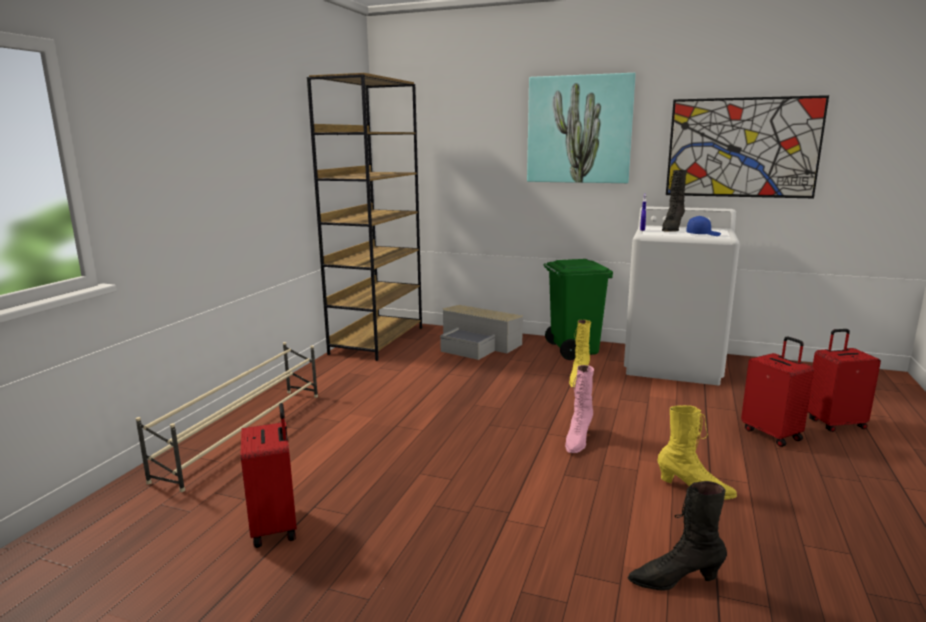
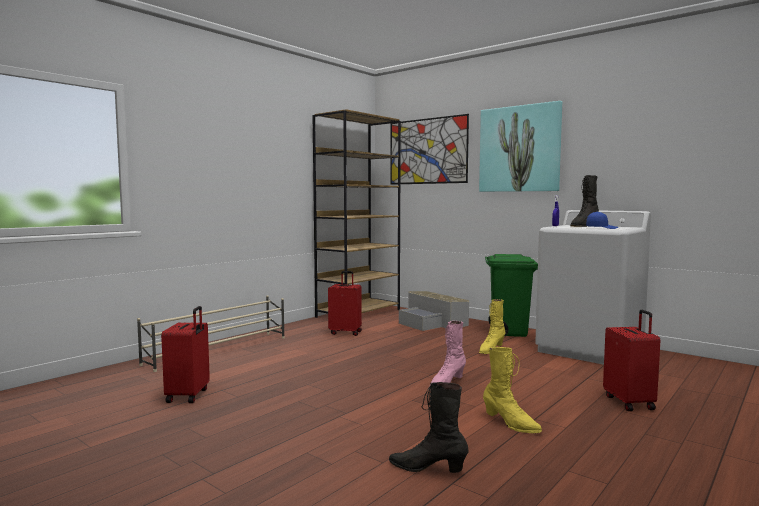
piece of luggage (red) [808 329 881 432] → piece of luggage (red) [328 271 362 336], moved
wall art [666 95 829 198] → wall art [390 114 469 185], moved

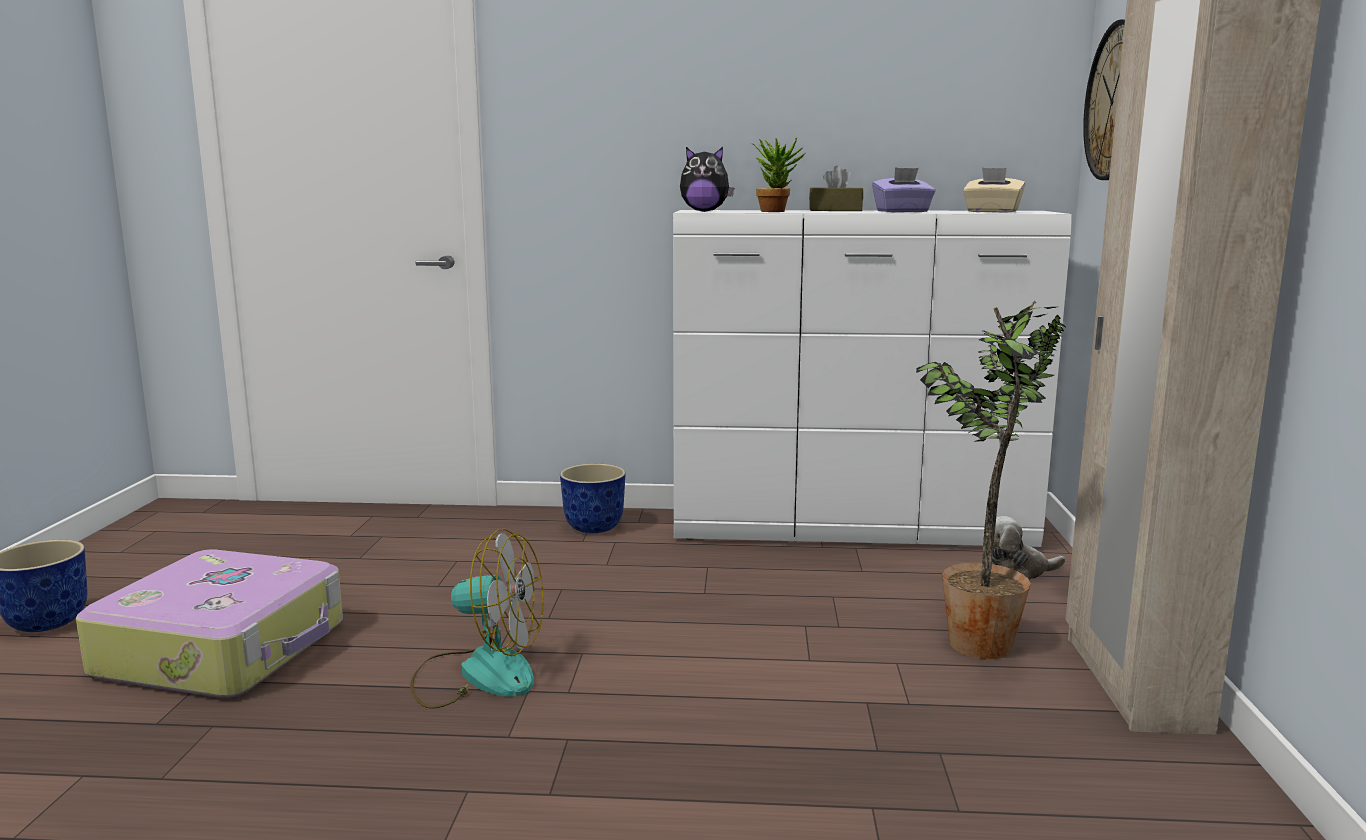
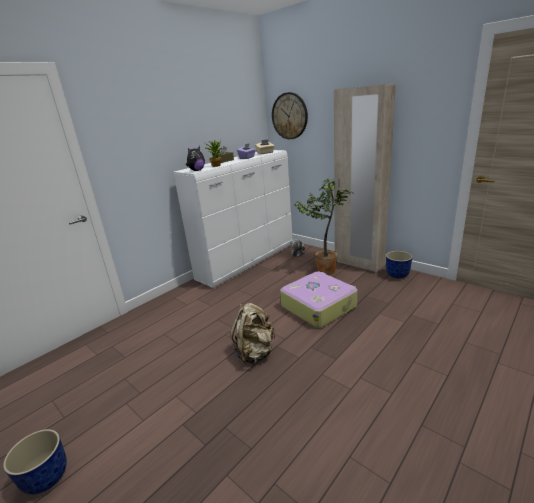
fan [410 529 544 709] → knapsack (beige-coloured) [230 303 275 365]
piece of luggage [76 549 343 698] → piece of luggage [280 272 357 328], moved
planter [560 464 626 533] → planter [386 251 413 278], moved

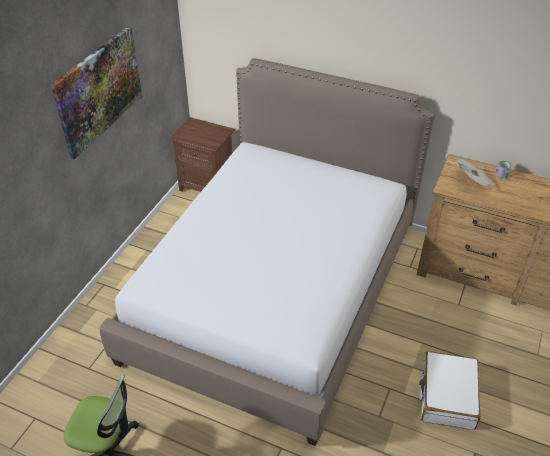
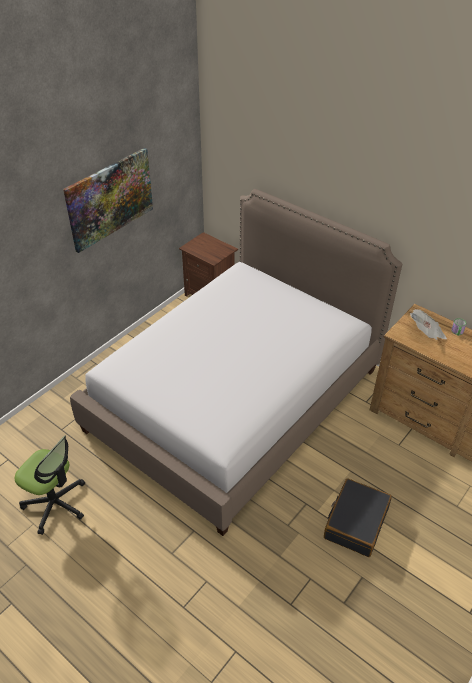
piece of luggage (white-coloured) [418 351 481 430] → piece of luggage (black-coloured) [324 478 392 557]

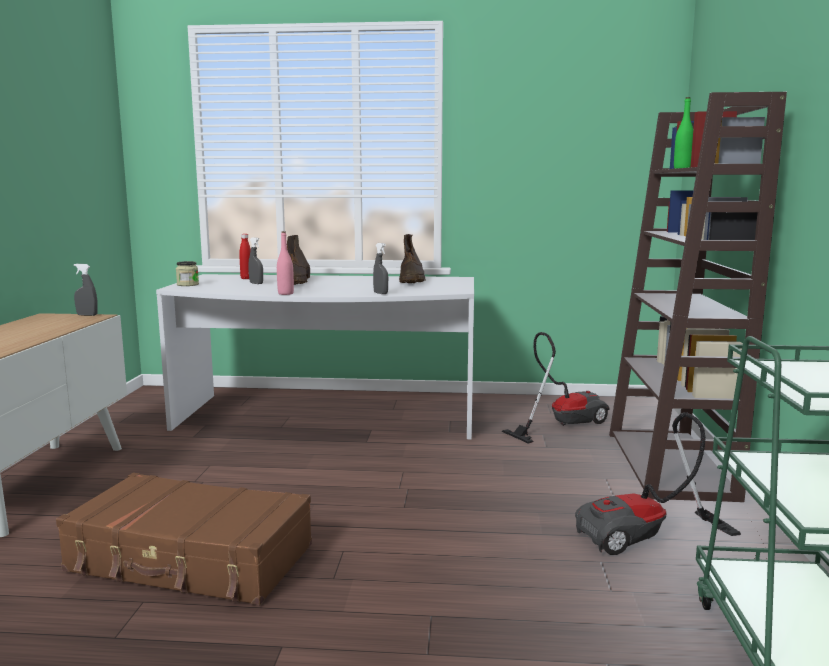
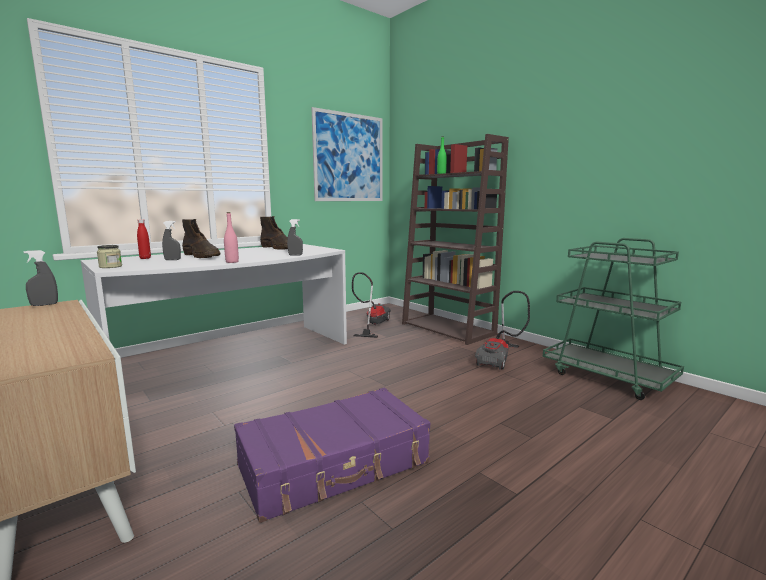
piece of luggage (brownish) [56 473 312 605] → piece of luggage (purplish) [234 388 430 523]
- → wall art [311 107 383 201]

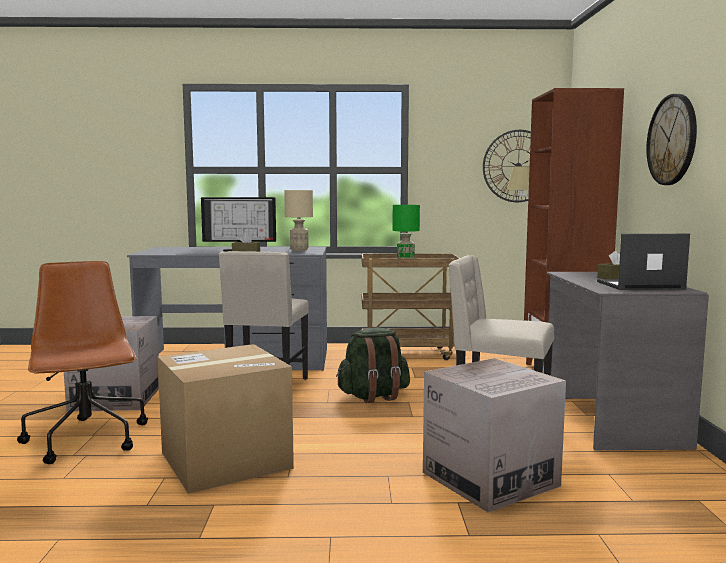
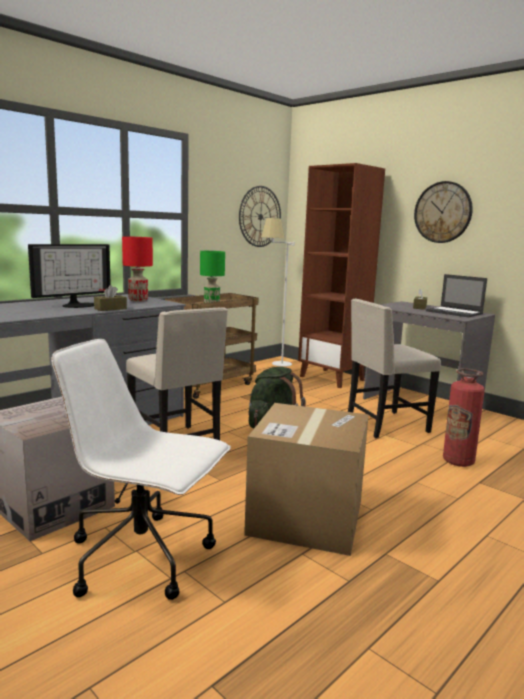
office chair (brownish) [17 261 148 464] → office chair (white-coloured) [51 339 231 600]
tabletop lamp (beige-coloured) [284 190 313 251] → tabletop lamp (red) [122 237 153 302]
notebook computer [597 234 690 290] → notebook computer [426 274 487 317], 90 degrees counterclockwise
packing box [423 358 566 513] → fire-fighting cylinder [443 368 485 467]

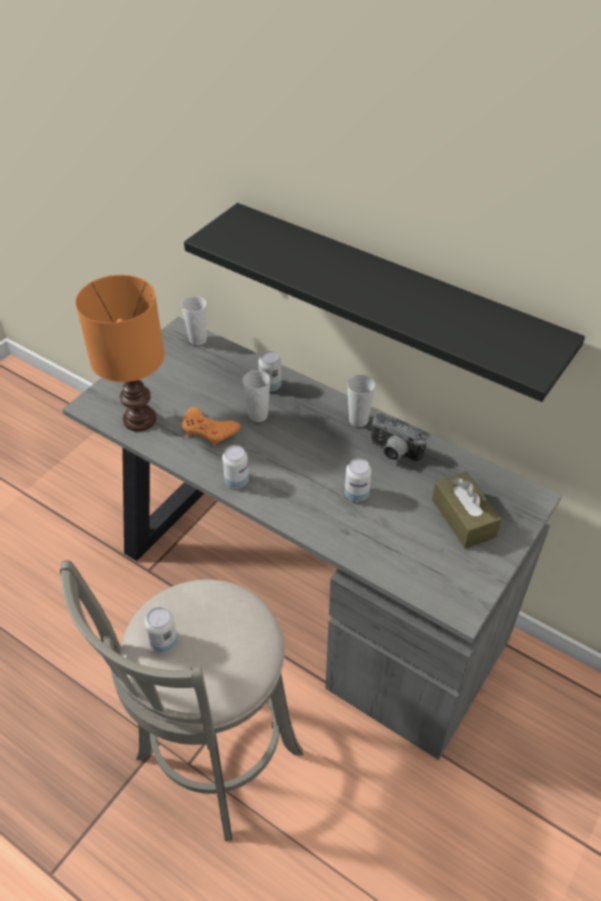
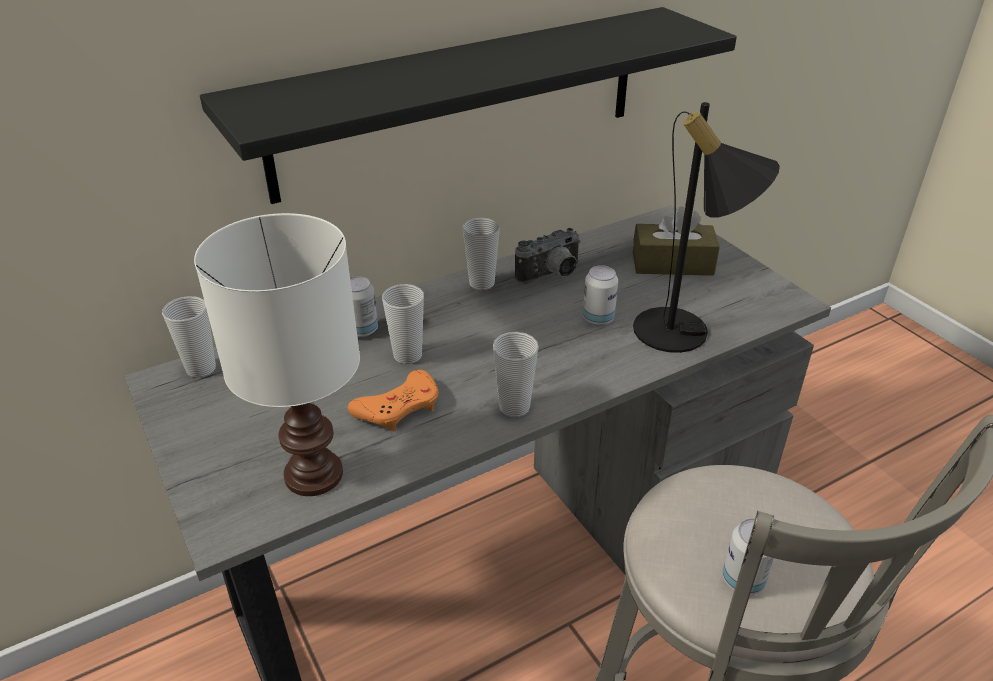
tabletop lamp (orange) [75 275 165 431] → tabletop lamp (white-coloured) [194 213 360 496]
sealed can [222 445 249 488] → drinking cup [493 332 539 417]
- → tabletop lamp (black-coloured) [633 102 780 353]

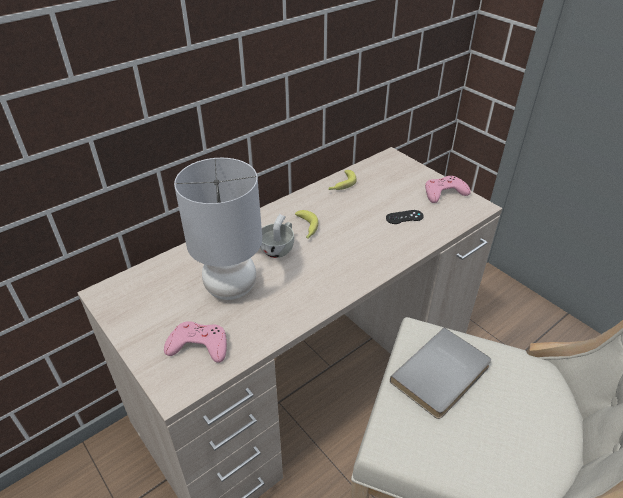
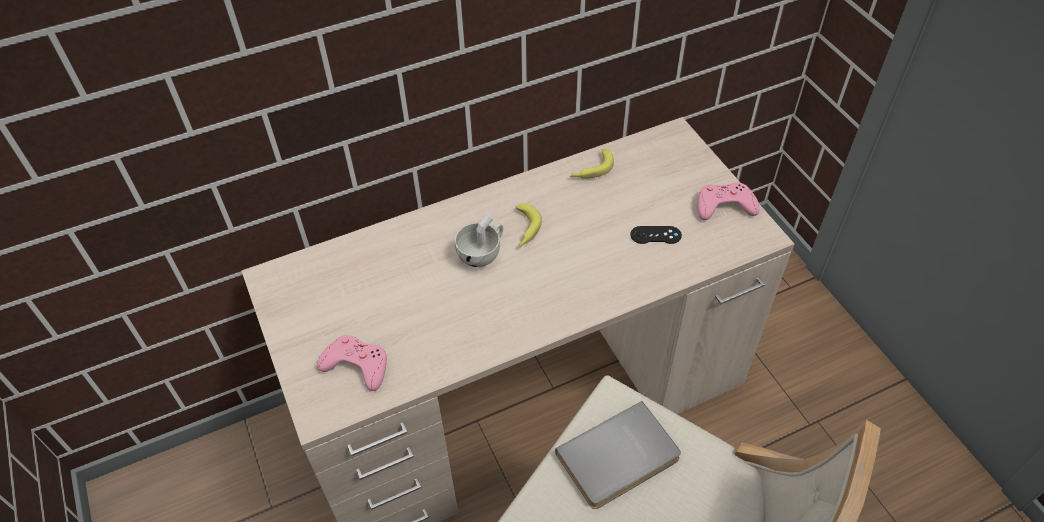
tabletop lamp (gray) [174 158 262 300] → -

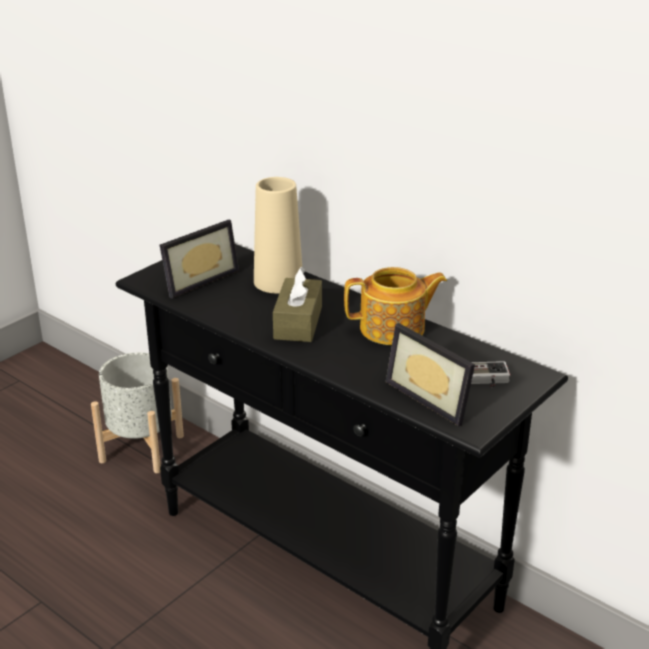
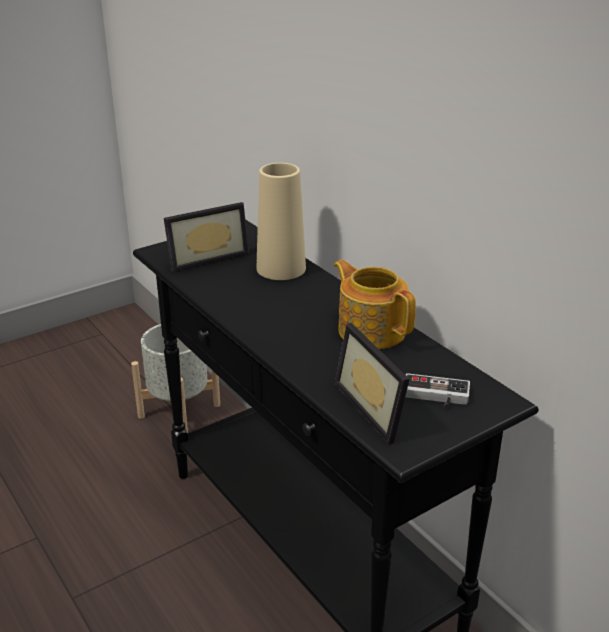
tea pot [344 267 447 345] → tea pot [334 260 416 349], 135 degrees counterclockwise
box of tissues (brownish) [273 267 322 342] → -

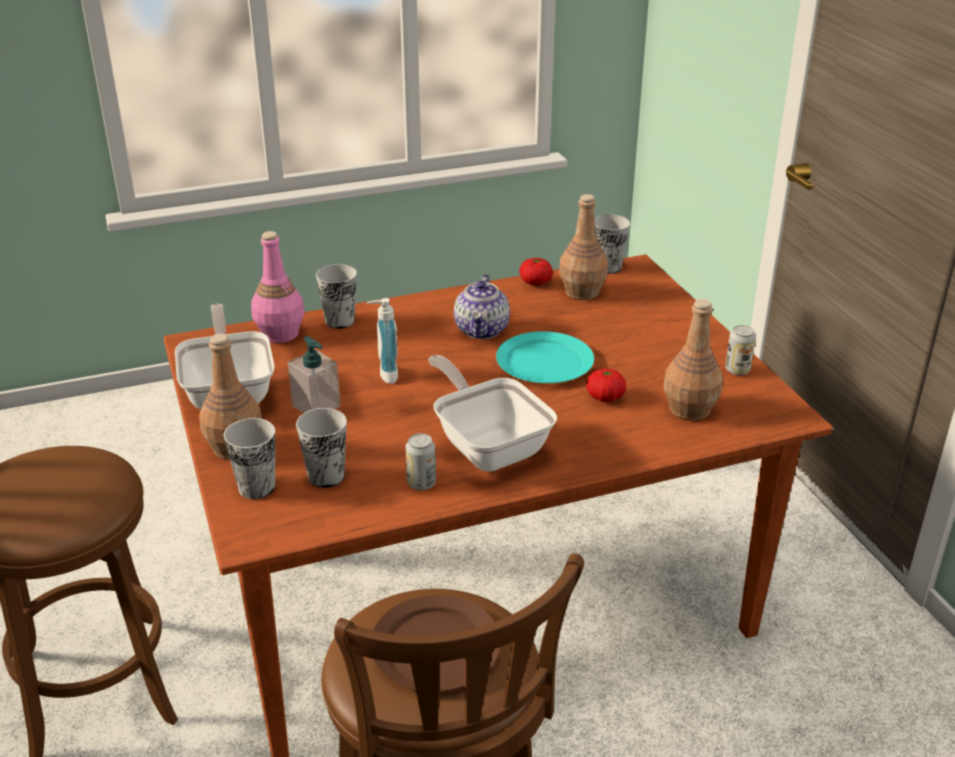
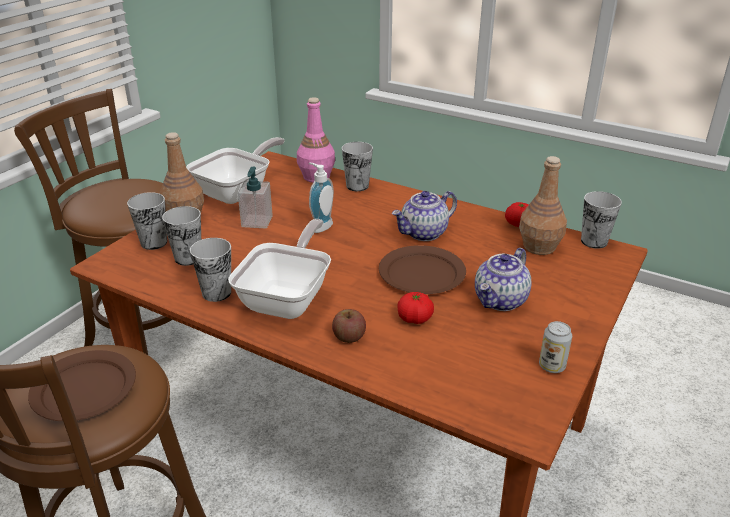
sealed can [406 433 436 490] → drinking cup [190 238 231 302]
- → whole apple [332 309 366 343]
dinner plate (blue-green) [496 331 594 383] → dinner plate (brownish) [379 245 466 294]
- → tea pot [475 248 532 311]
drink bottle (brownish) [663 299 723 421] → -

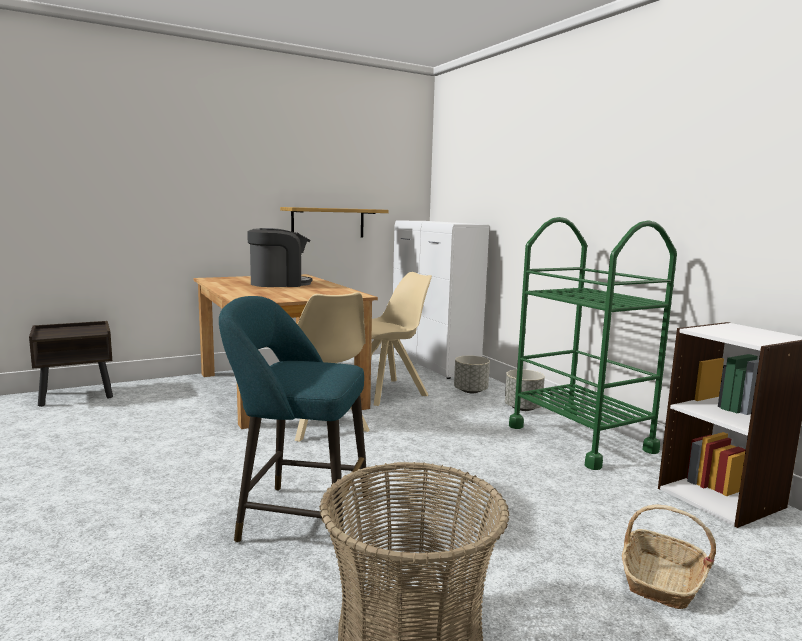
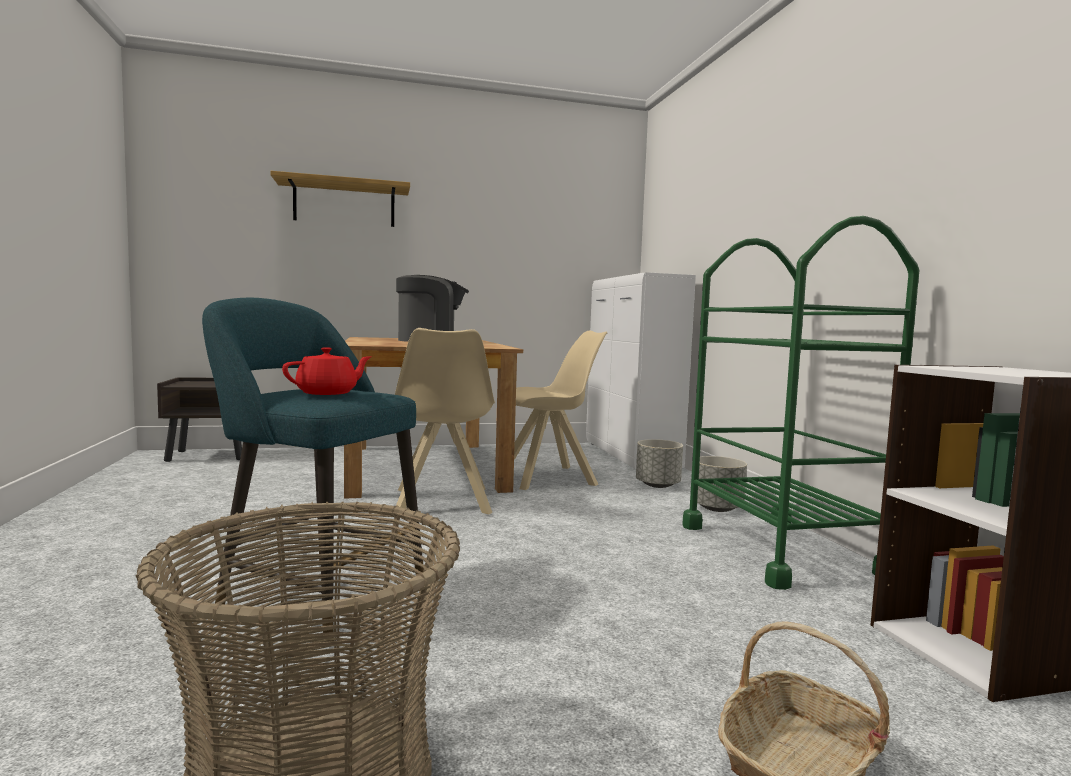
wall shelf [280 207 389 237] → wall shelf [270 171 410 227], moved
- → tea pot (red) [282 347 372 395]

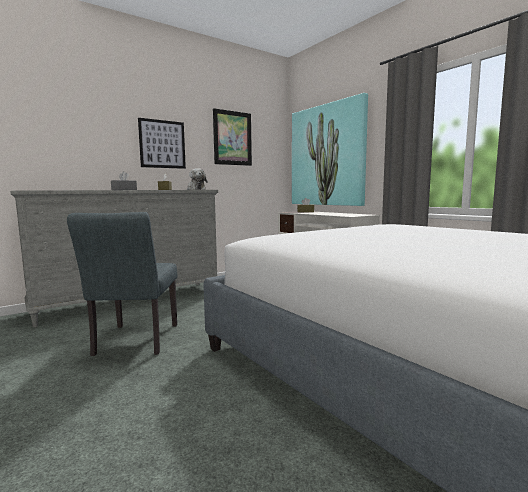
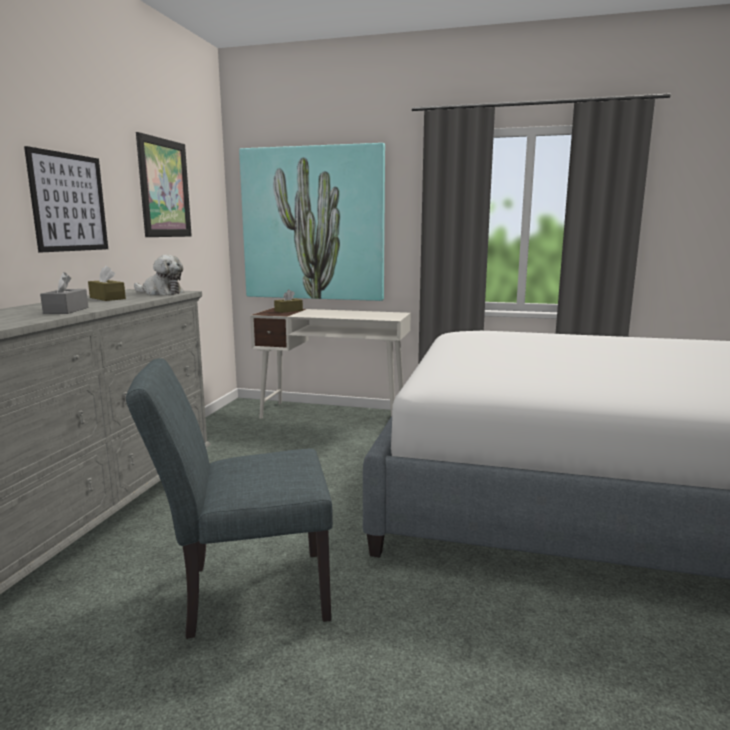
plain chair (gray) [67 212 177 356] → plain chair (gray) [126 358 333 639], 120 degrees clockwise

